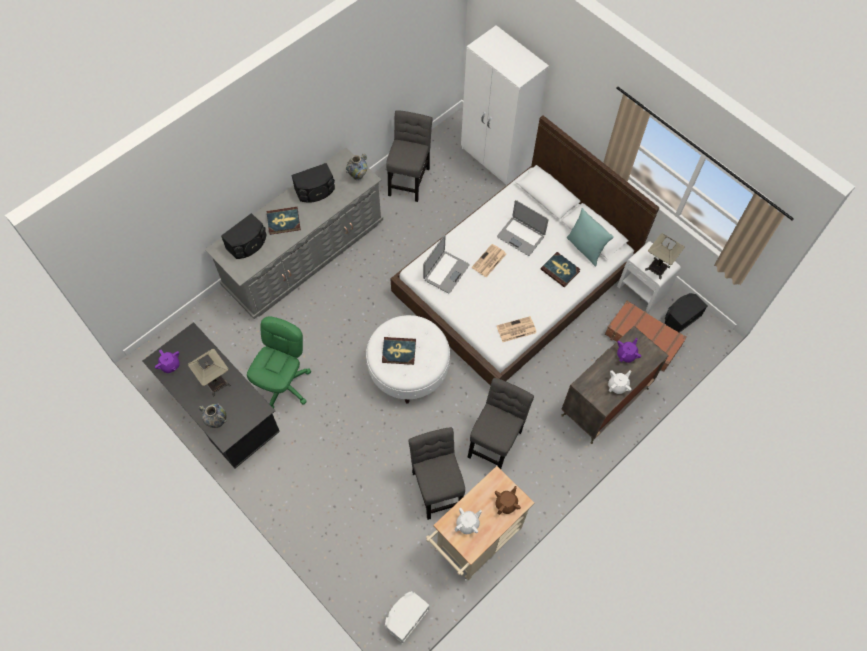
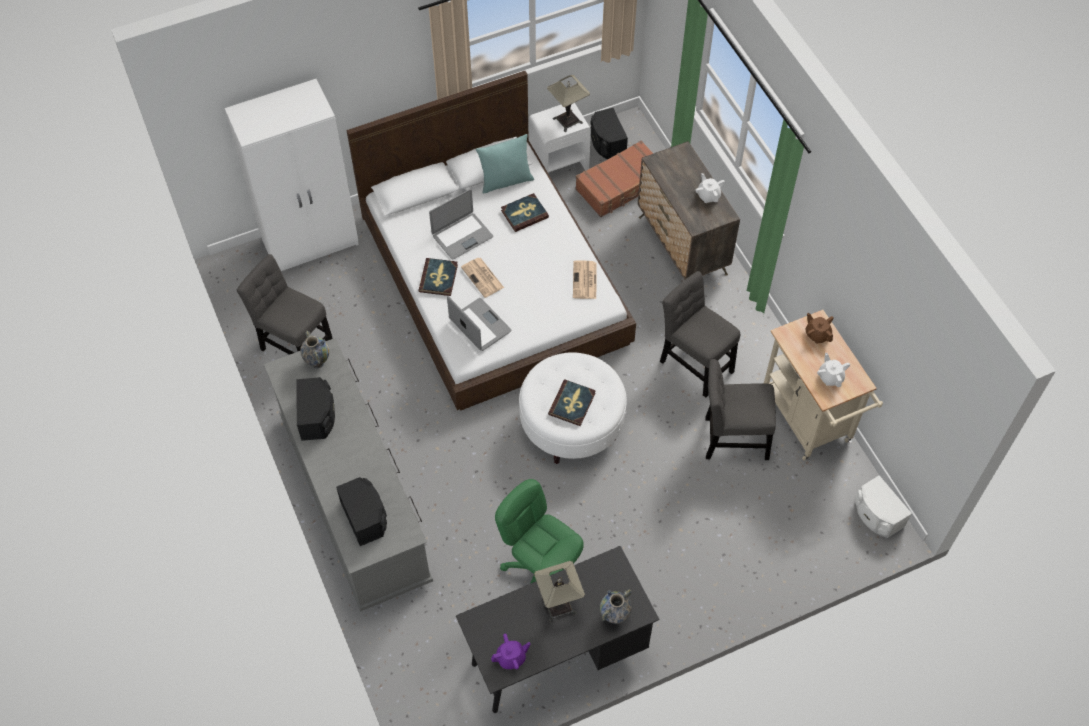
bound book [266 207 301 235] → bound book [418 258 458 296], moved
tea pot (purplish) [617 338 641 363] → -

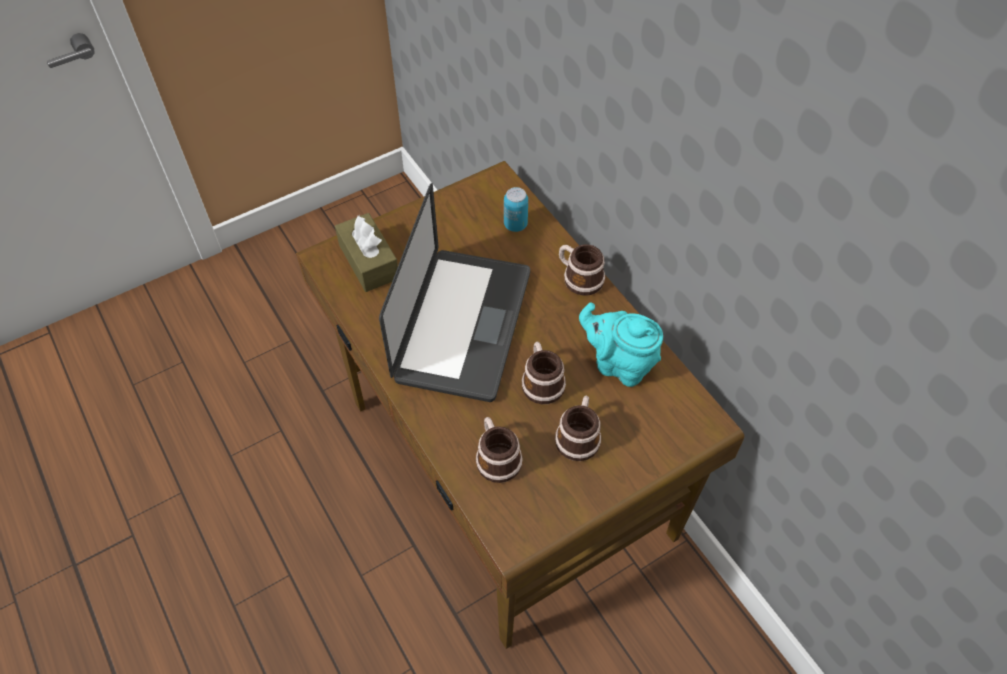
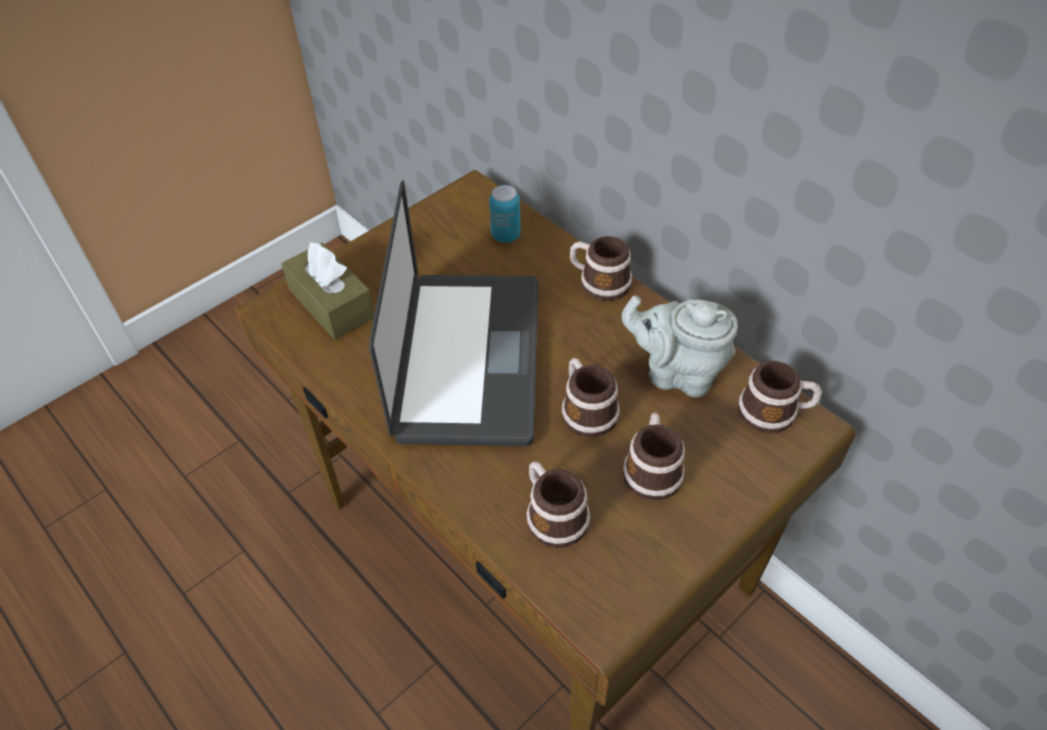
tea pot (blue-green) [579 302 663 387] → tea pot (gray) [621 295 738 398]
- → mug [738 361 822 434]

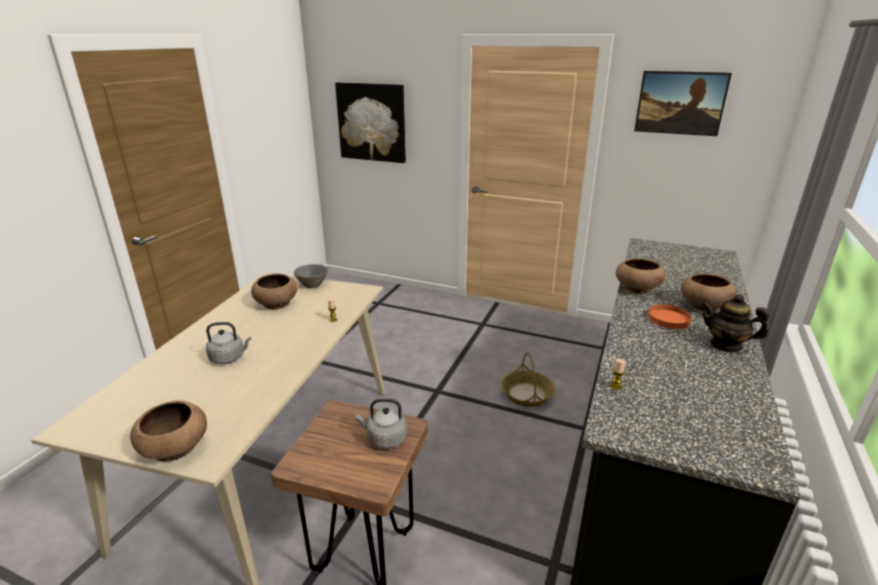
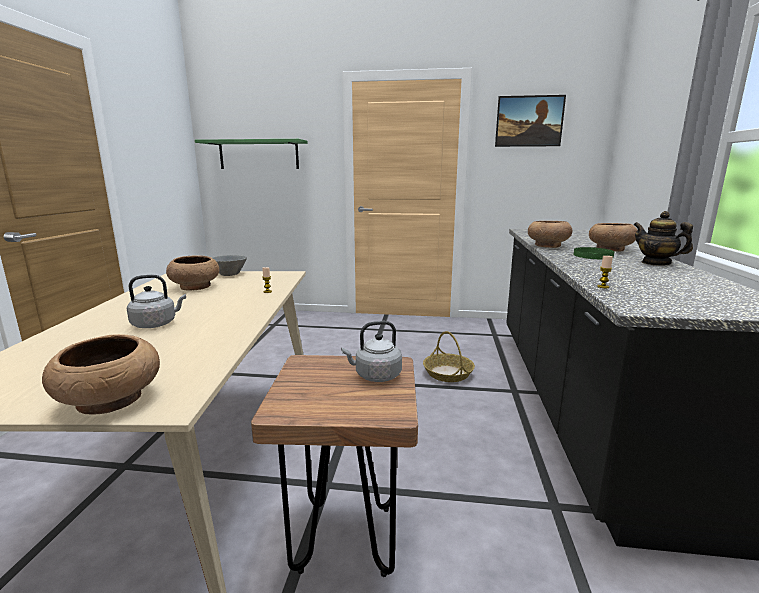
wall art [335 82 406 163] → wall shelf (green) [195 139 307 169]
dinner plate (orange) [648 304 692 329] → dinner plate (green) [573 247 614 259]
tea pot [701 294 769 353] → tea pot [634 211 693 266], 45 degrees clockwise

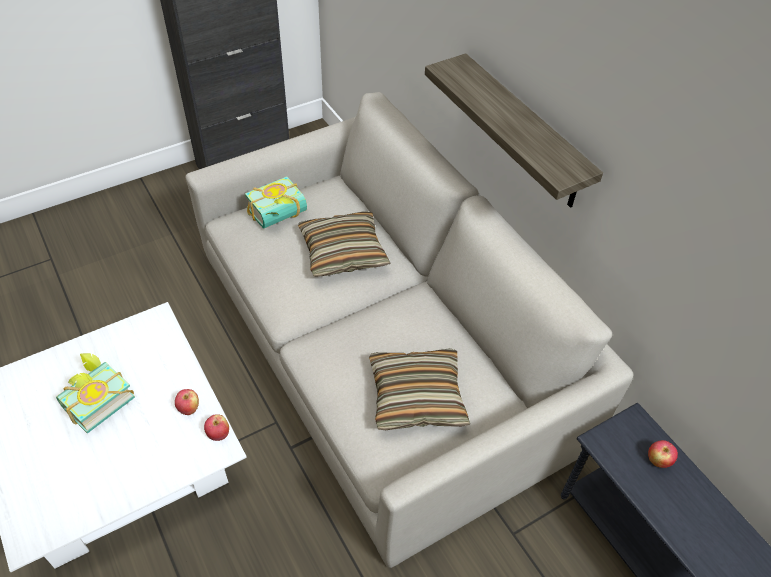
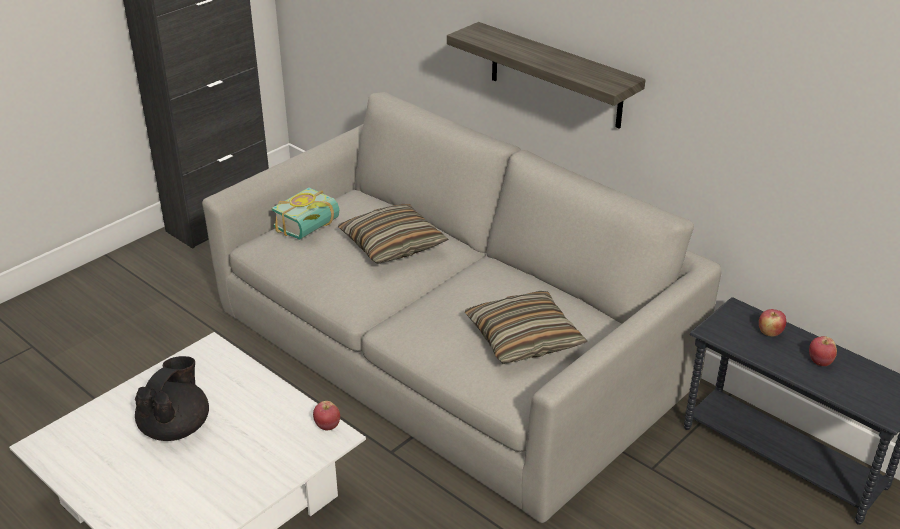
bound book [56 353 135 434] → tea pot (black-coloured) [135 356 209 441]
whole apple [175 389 199 415] → whole apple [809 336 837 366], moved

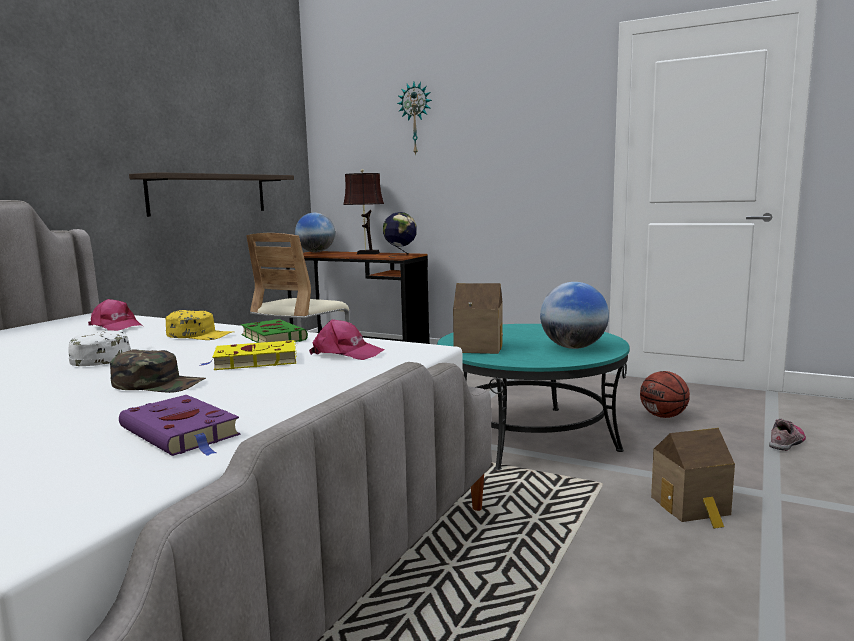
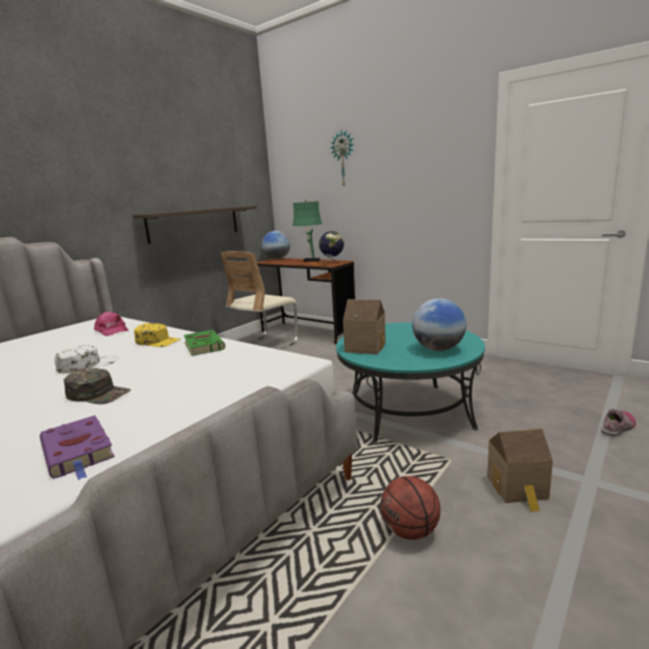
tabletop lamp (brownish) [343 169 384 254] → tabletop lamp (green) [292 199 322 262]
basketball ball [640 371 690 418] → basketball ball [381 476 440 540], moved
bound book (yellow) [199 340 297 370] → -
baseball cap (pinkish) [309 319 385 360] → -

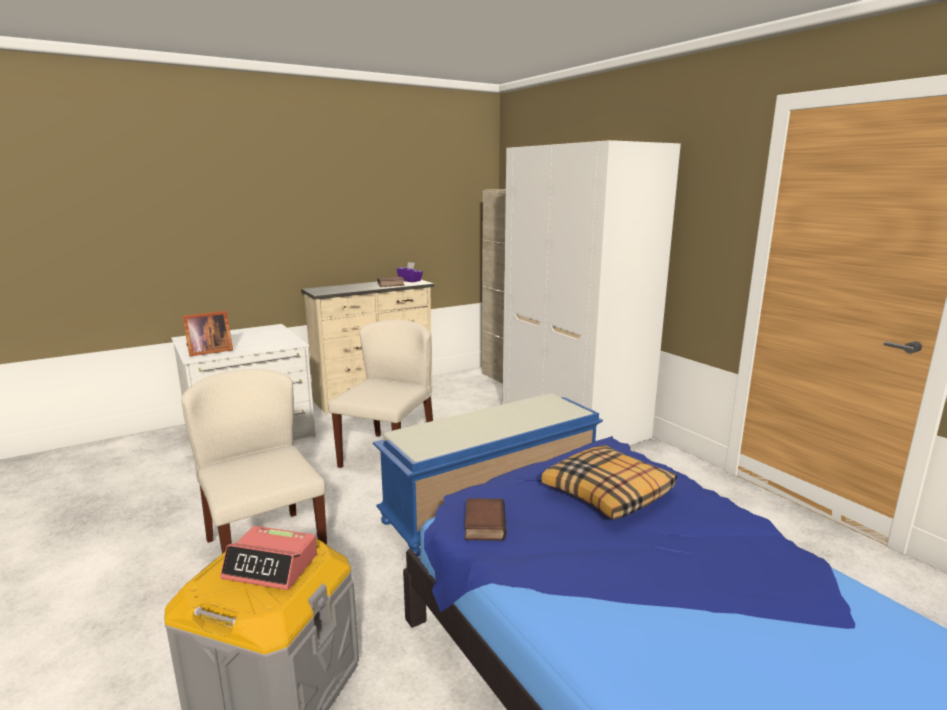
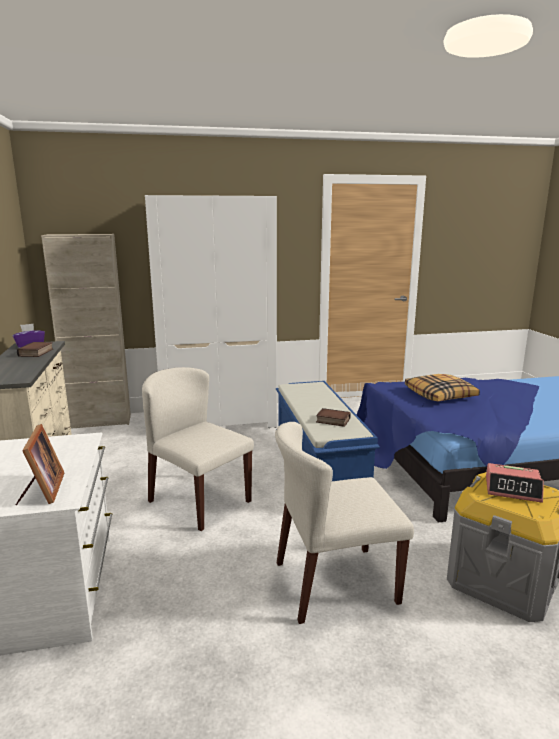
bound book [465 498 506 541] → bound book [316 408 351 427], moved
table clock [220 526 317 590] → table clock [486 463 544 503], 75 degrees clockwise

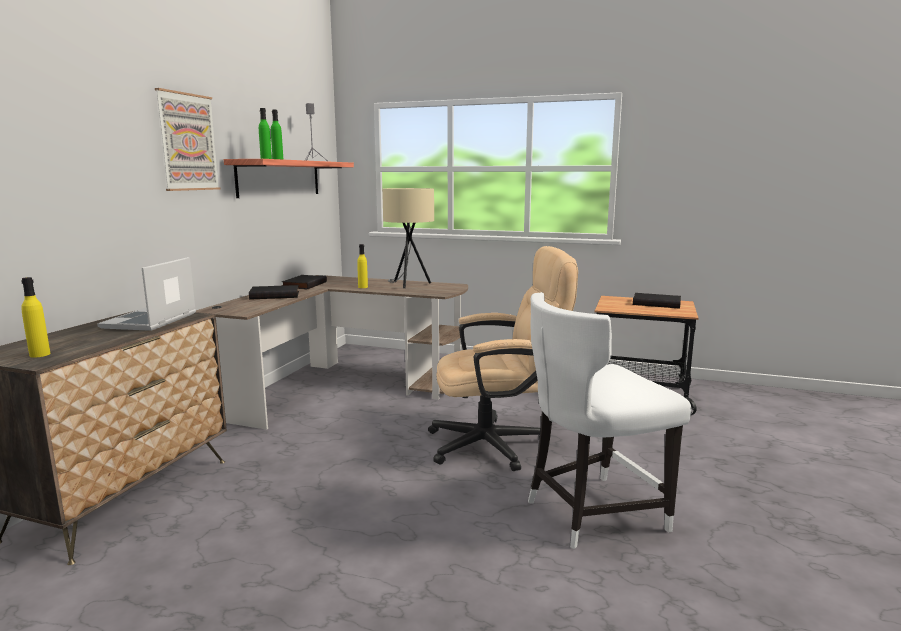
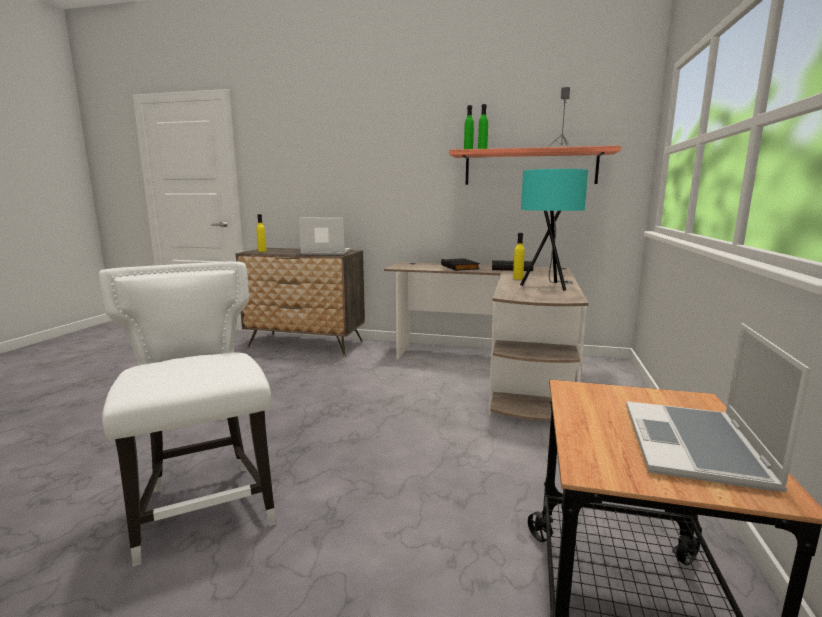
tabletop lamp (beige-coloured) [382 188 434 288] → tabletop lamp (blue-green) [520 169 588 291]
bound book (black-coloured) [633 293 681 309] → notebook computer [626 323 811 492]
wall art [155 88 220 191] → -
office chair (beige-coloured) [428 246 578 471] → -

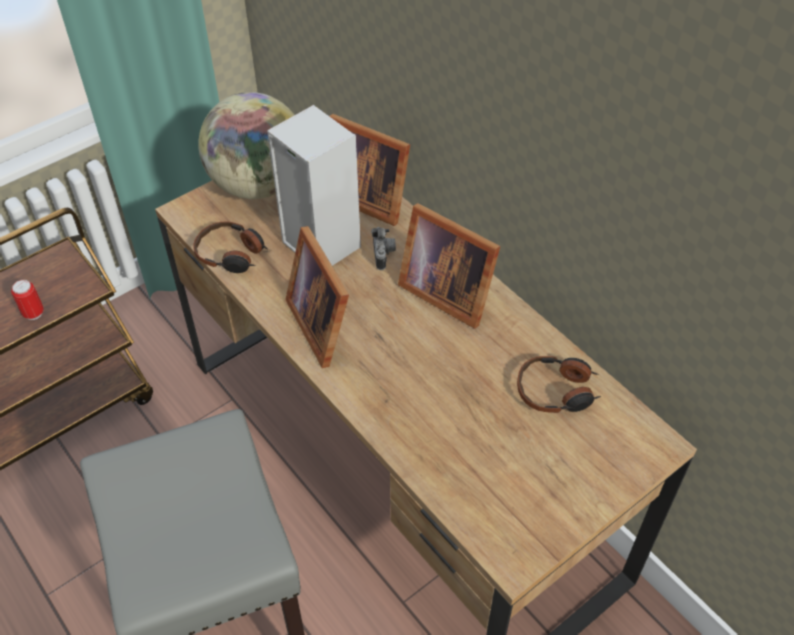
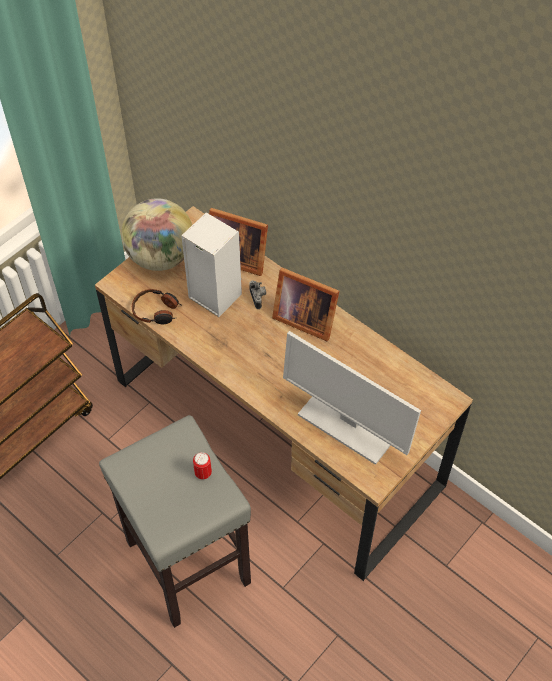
sealed can [11 280 44 320] → sealed can [193 452 212 479], moved
- → computer display [283 331 421 465]
photo frame [285 226 349 368] → -
headset [517 356 601 413] → -

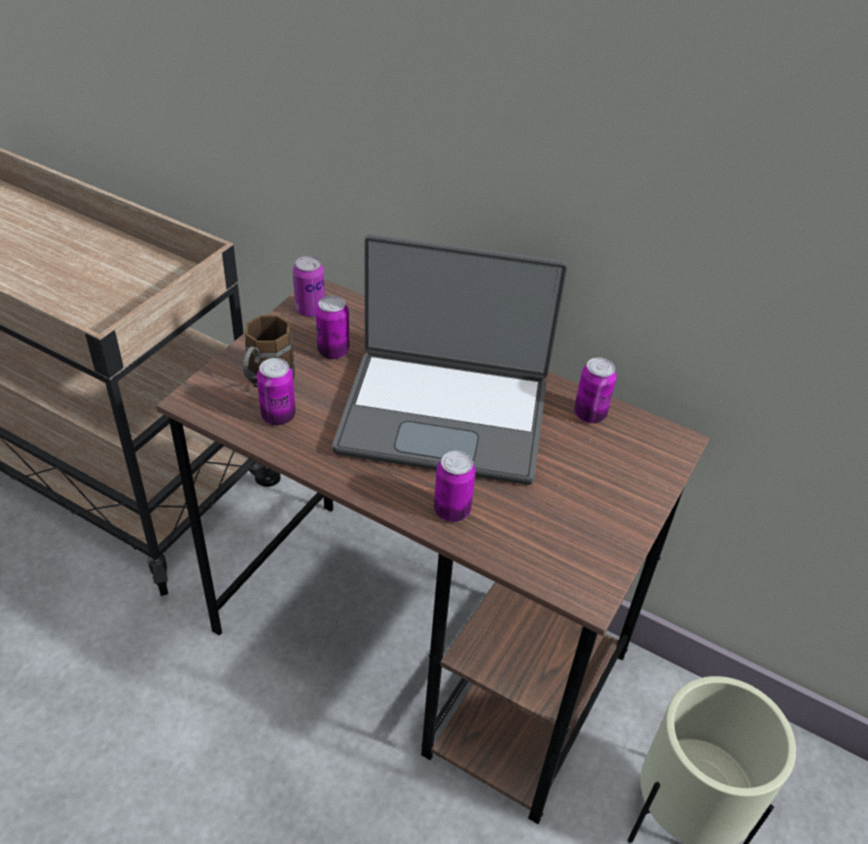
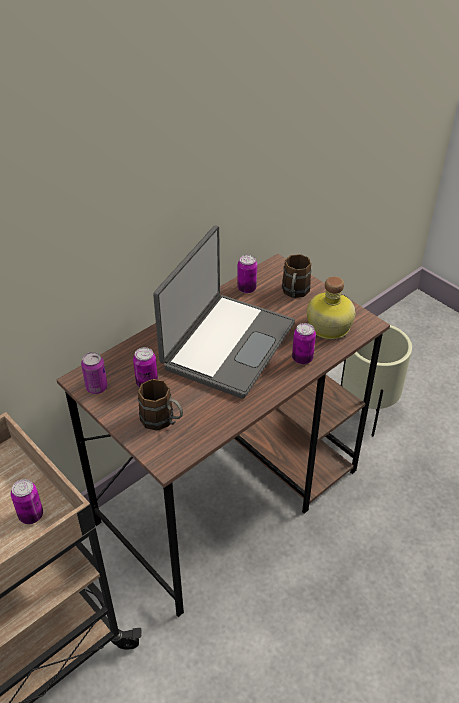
sealed can [257 358 296 425] → sealed can [11 479 43 524], moved
- → mug (brownish) [282 254 312 298]
- → drink bottle [307 276 356 339]

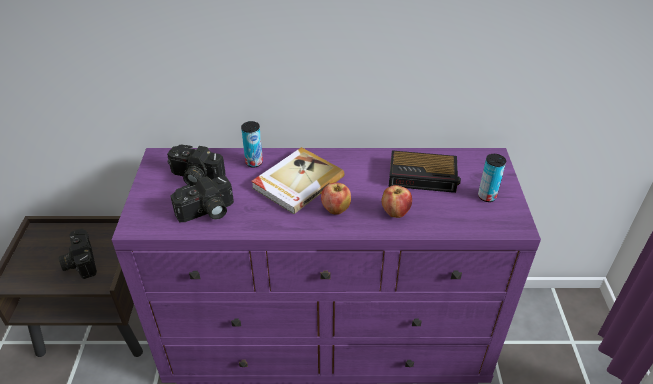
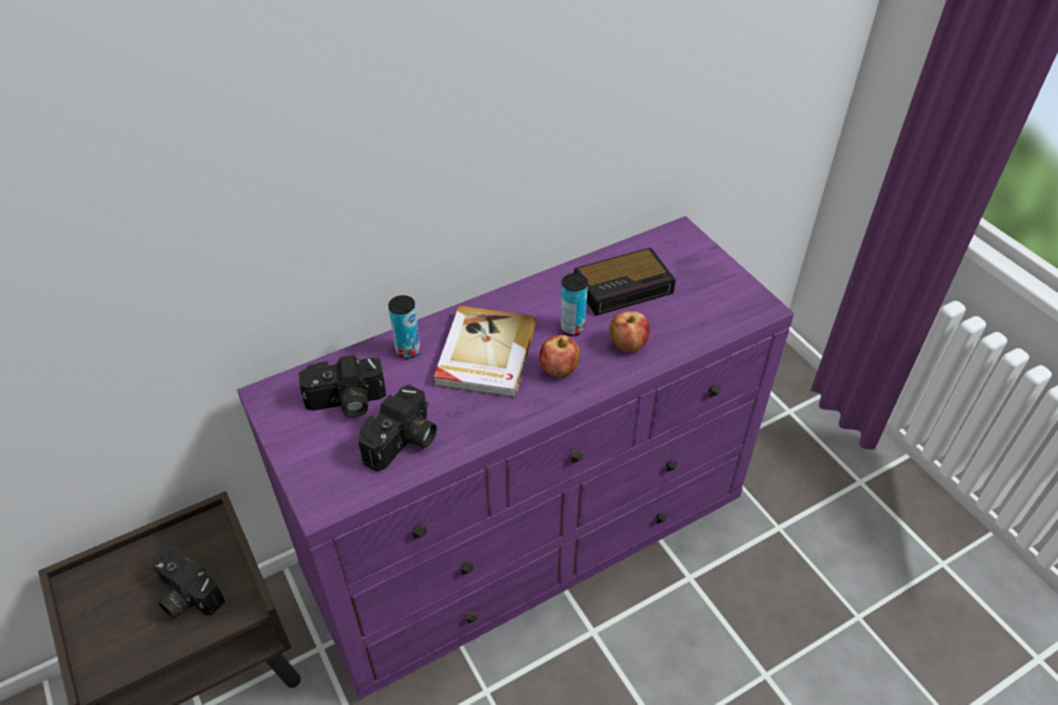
sealed can [478 154 506 202] → sealed can [560 273 588 336], moved

